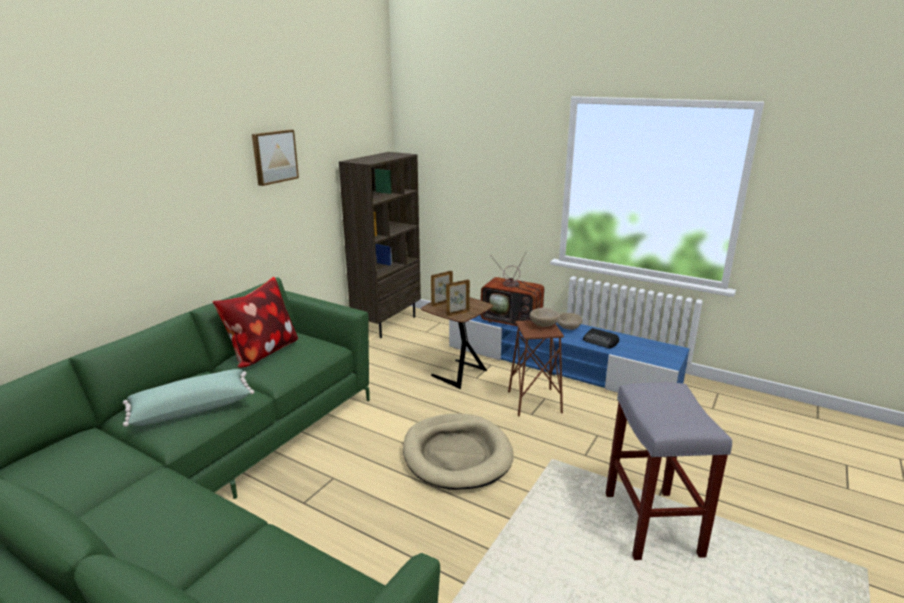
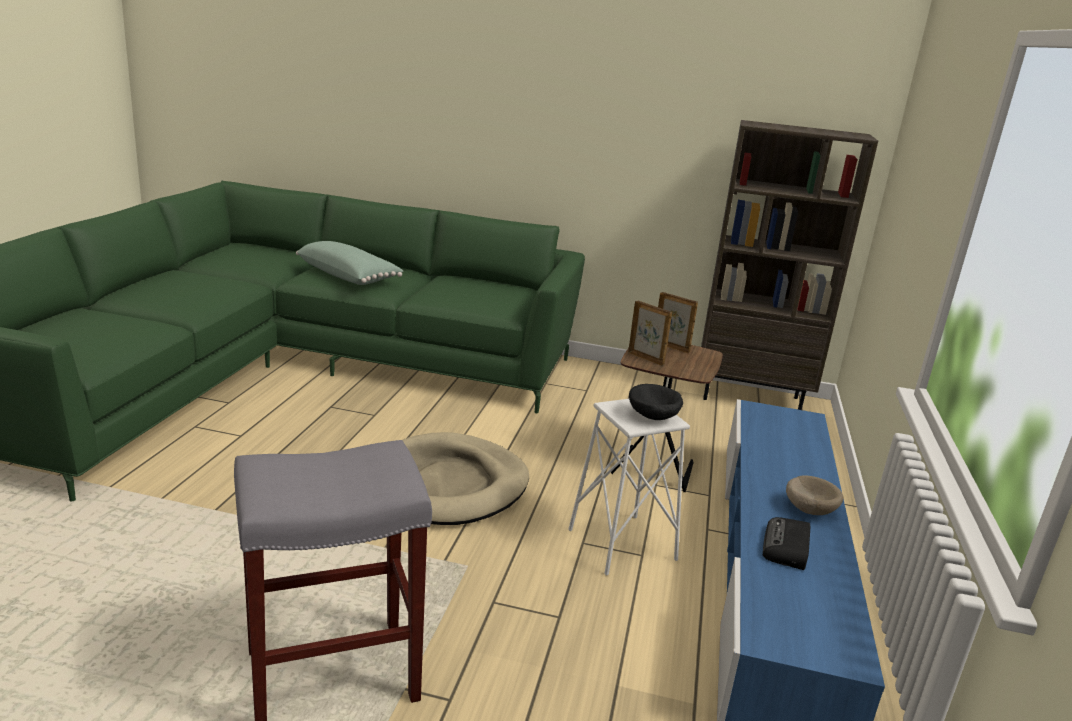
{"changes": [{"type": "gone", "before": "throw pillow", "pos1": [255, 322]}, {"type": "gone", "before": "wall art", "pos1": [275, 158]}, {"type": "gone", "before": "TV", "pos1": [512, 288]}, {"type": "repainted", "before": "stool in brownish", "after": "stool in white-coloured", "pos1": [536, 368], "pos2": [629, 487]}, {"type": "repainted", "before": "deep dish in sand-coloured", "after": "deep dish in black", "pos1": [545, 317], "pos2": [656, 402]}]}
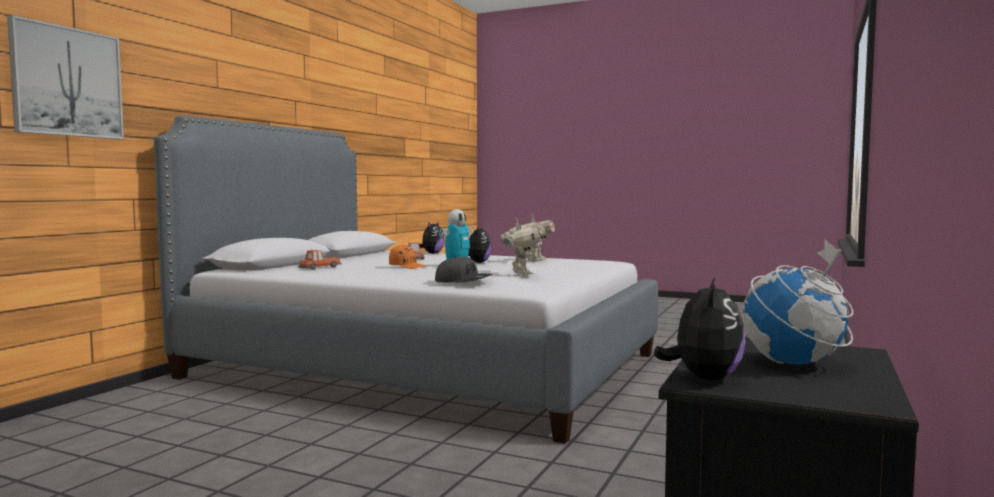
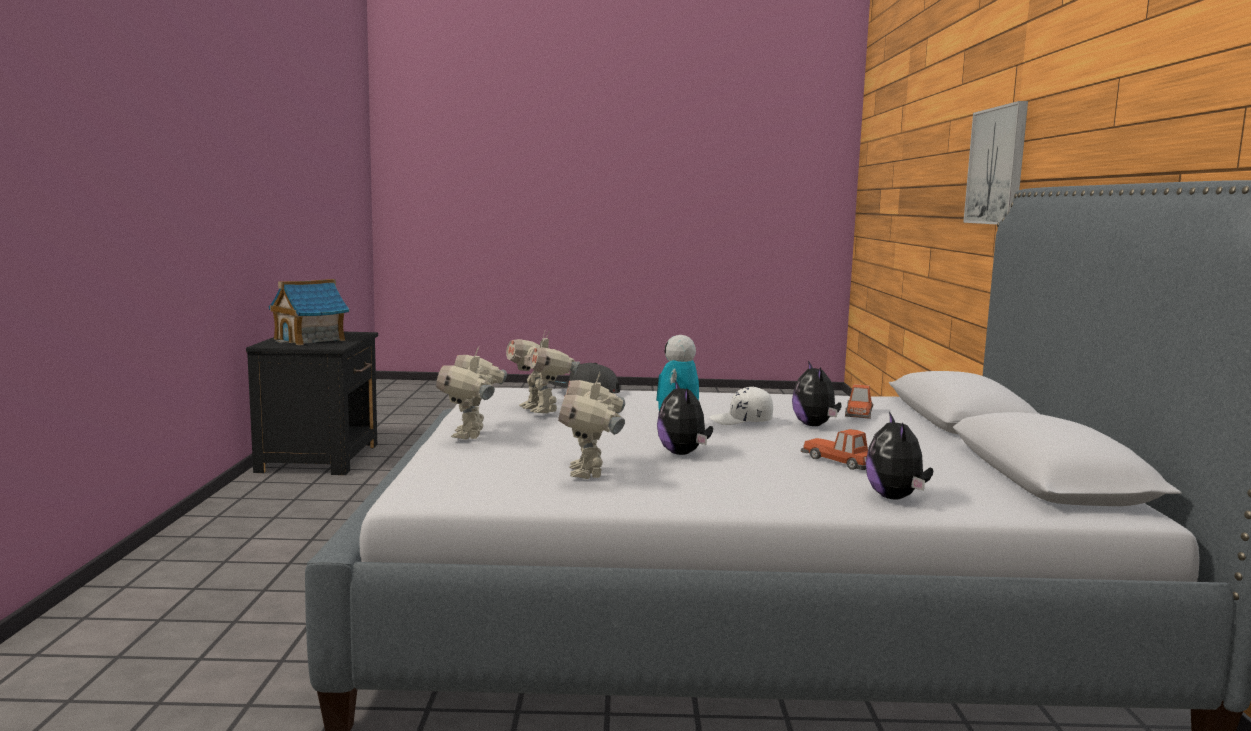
{"changes": [{"type": "repainted", "before": "cap in orangey", "after": "cap in white-coloured", "pos1": [407, 257], "pos2": [741, 406]}, {"type": "shifted", "before": "plush toy", "pos1": [700, 328], "pos2": [817, 393]}, {"type": "swapped", "before": "world globe", "after": "toy house", "pos1": [798, 302], "pos2": [309, 312]}, {"type": "new", "after": "model robot", "pos2": [471, 393]}]}
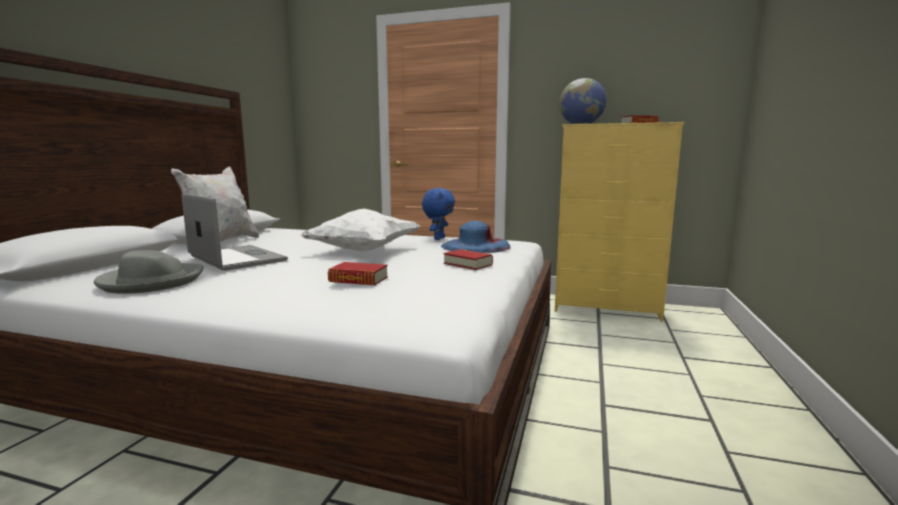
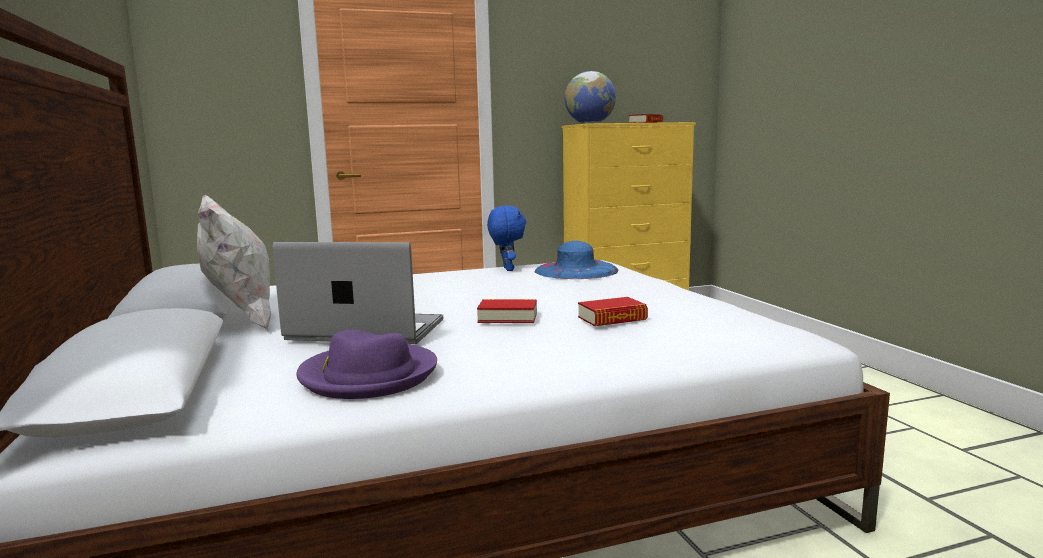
{"changes": [{"type": "repainted", "before": "hat in grey", "after": "hat in purplish", "pos1": [149, 272], "pos2": [367, 364]}, {"type": "gone", "before": "throw pillow in white-coloured", "pos1": [360, 230]}, {"type": "shifted", "before": "book", "pos1": [468, 259], "pos2": [507, 311]}]}
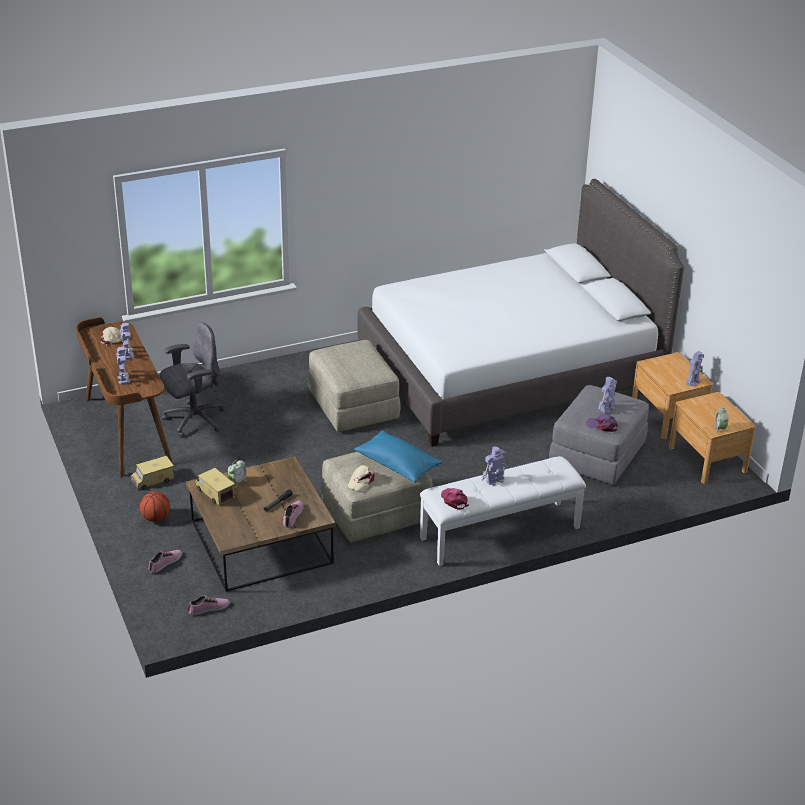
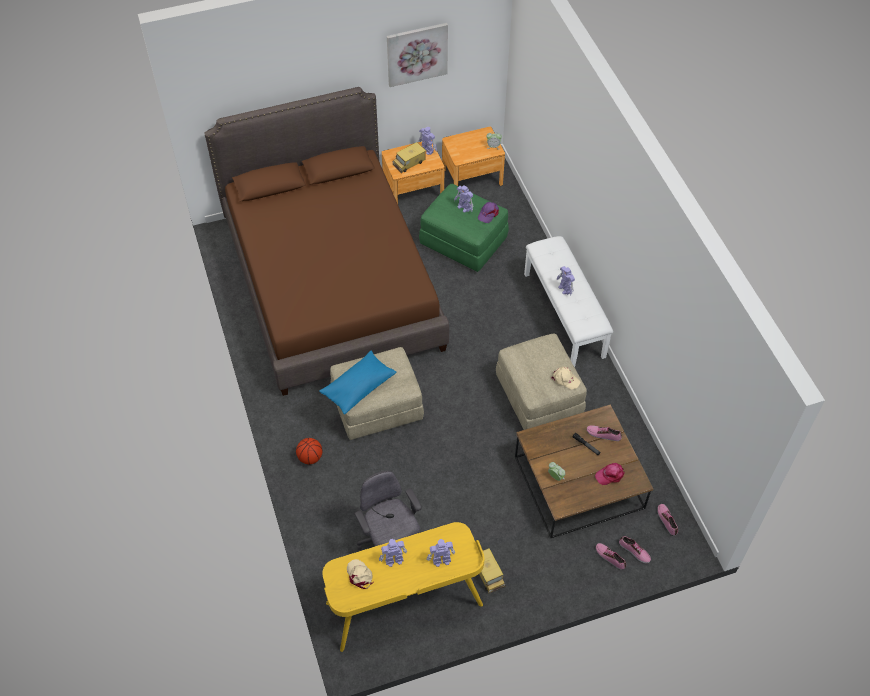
{"changes": [{"type": "repainted", "before": "desk unit in brownish", "after": "desk unit in yellow", "pos1": [124, 397], "pos2": [403, 587]}, {"type": "shifted", "before": "ball for basketball", "pos1": [155, 507], "pos2": [309, 451]}, {"type": "shifted", "before": "model truck", "pos1": [215, 486], "pos2": [409, 157]}, {"type": "shifted", "before": "throw pillow in blue", "pos1": [398, 456], "pos2": [358, 383]}, {"type": "repainted", "before": "bed in white-coloured", "after": "bed in brownish", "pos1": [520, 313], "pos2": [326, 241]}, {"type": "shifted", "before": "cap in pink", "pos1": [455, 499], "pos2": [610, 474]}, {"type": "repainted", "before": "footrest in grey", "after": "footrest in green", "pos1": [599, 435], "pos2": [464, 228]}, {"type": "new", "after": "wall art", "pos2": [417, 55]}, {"type": "new", "after": "low shoe", "pos2": [635, 549]}]}
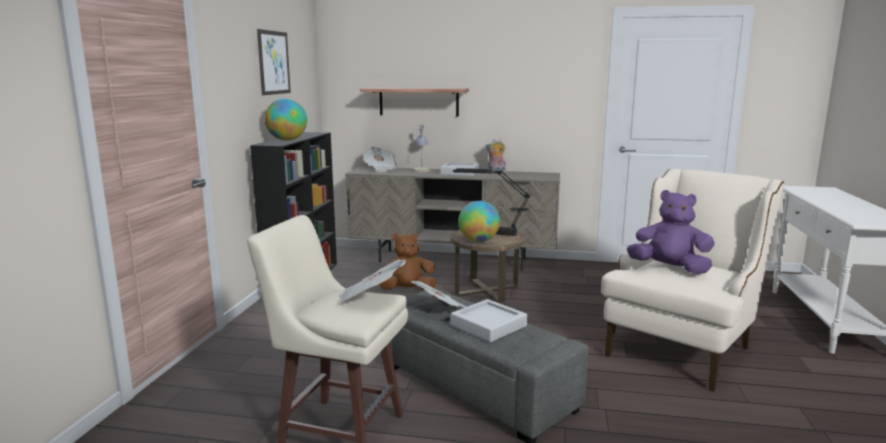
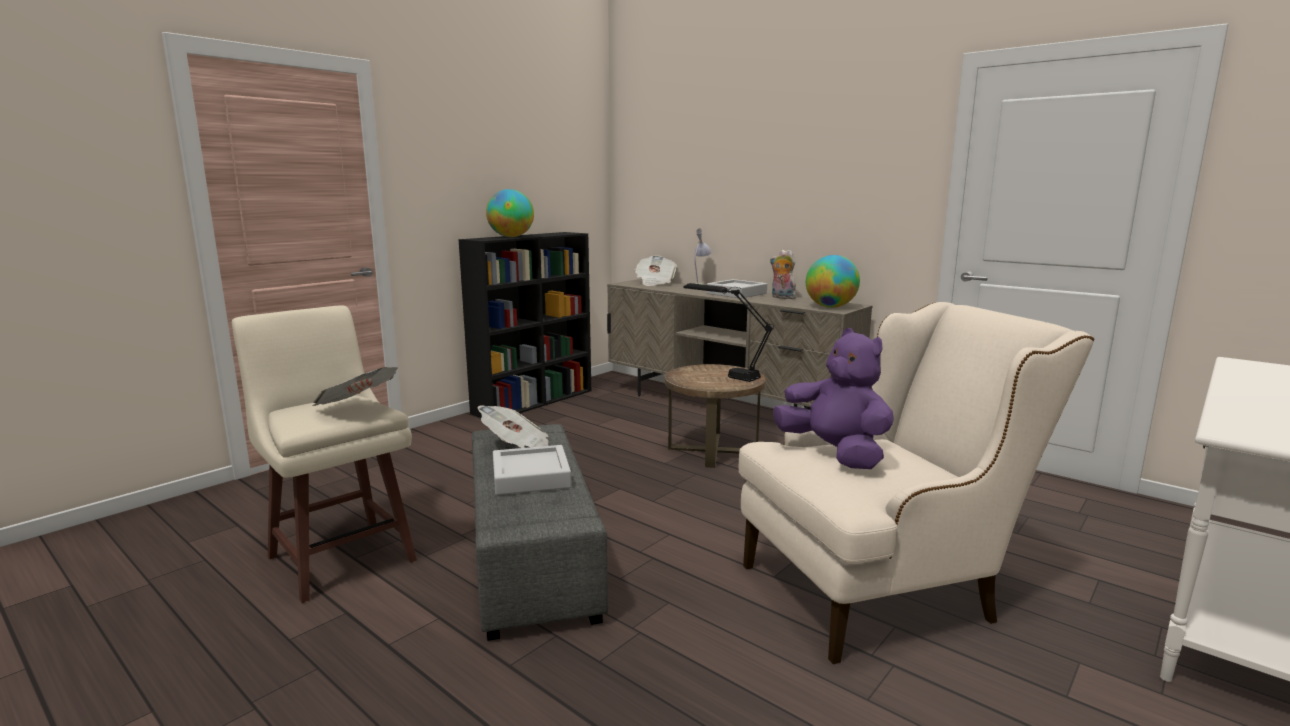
{"changes": [{"type": "gone", "before": "wall art", "pos1": [274, 62]}, {"type": "gone", "before": "shelf", "pos1": [414, 102]}, {"type": "gone", "before": "plush toy in brownish", "pos1": [407, 261]}, {"type": "shifted", "before": "world globe", "pos1": [479, 221], "pos2": [833, 281]}]}
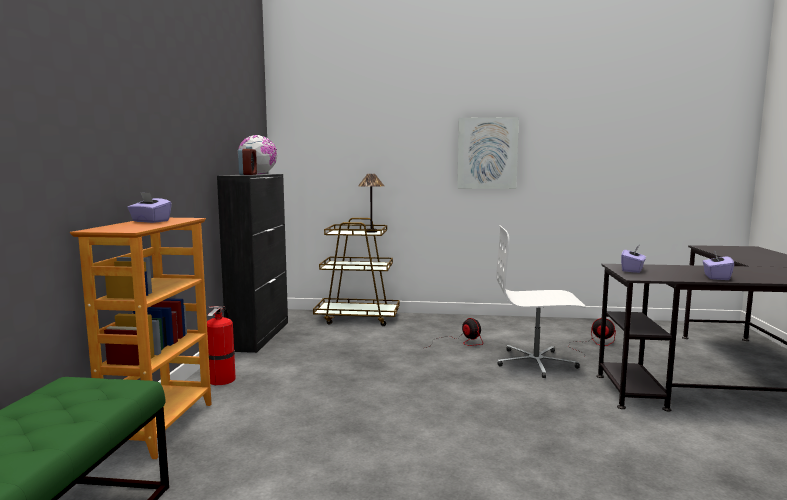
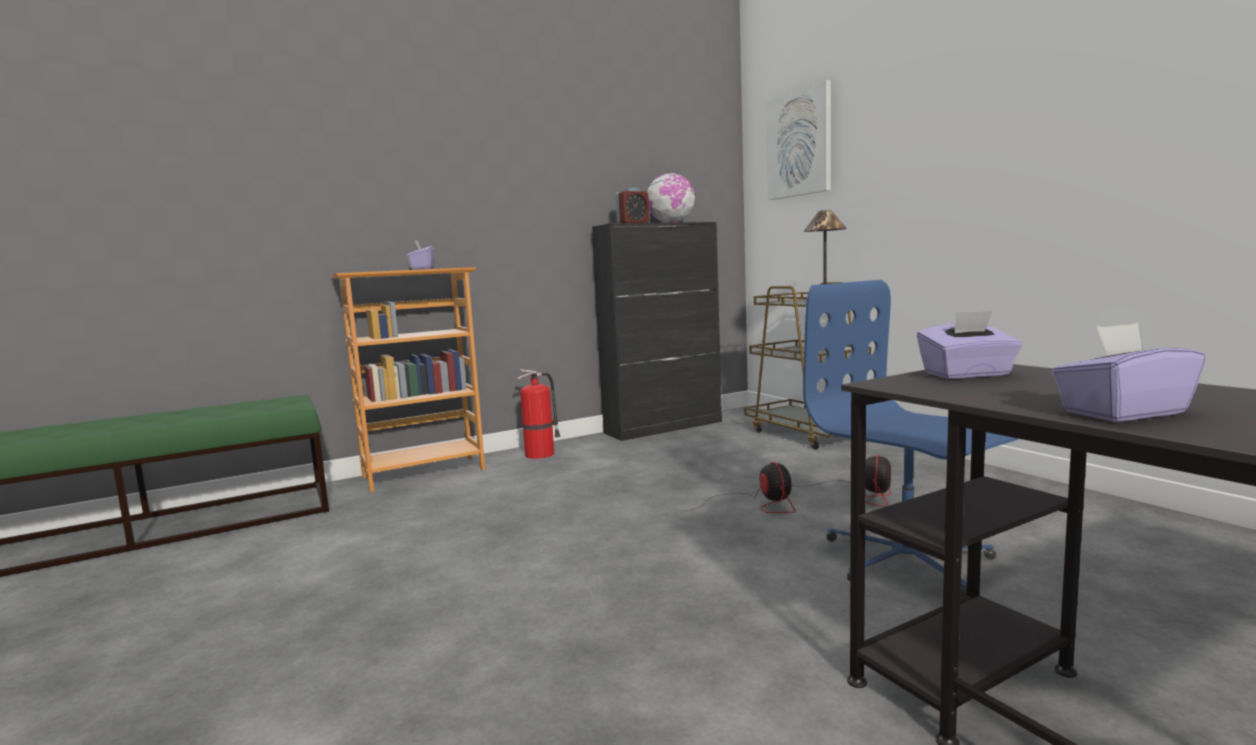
{"changes": [{"type": "shifted", "before": "wall art", "pos1": [488, 153], "pos2": [799, 140]}, {"type": "repainted", "before": "office chair in white-coloured", "after": "office chair in blue", "pos1": [541, 301], "pos2": [910, 438]}, {"type": "shifted", "before": "cooling fan", "pos1": [592, 338], "pos2": [739, 487]}]}
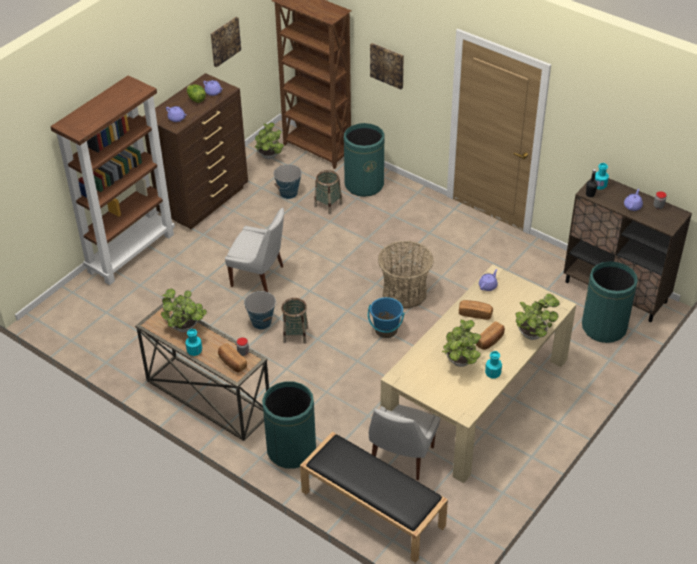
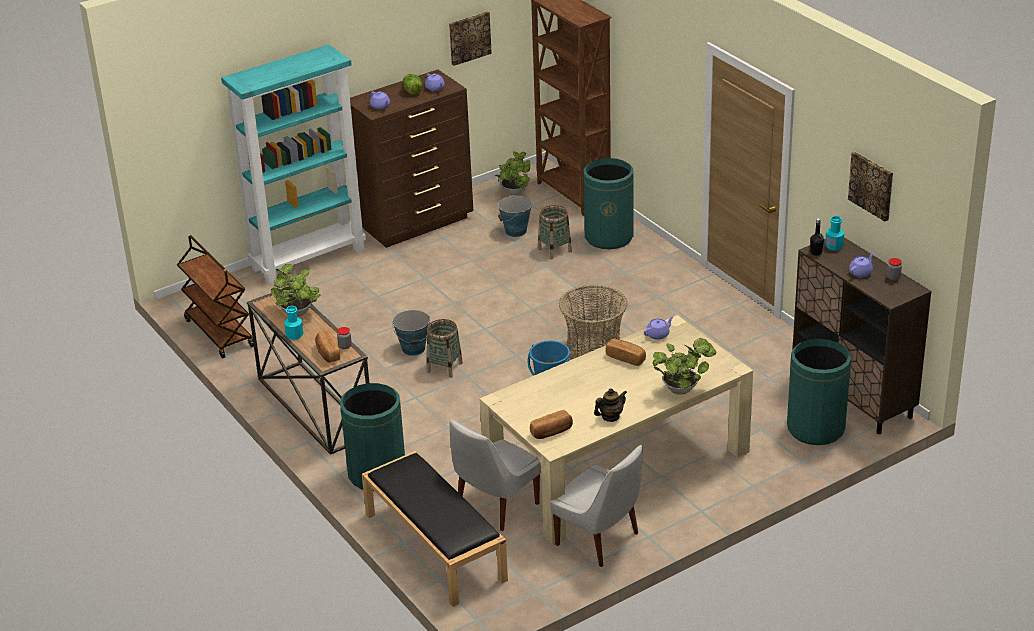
{"changes": [{"type": "repainted", "before": "bookshelf in brownish", "after": "bookshelf in blue-green", "pos1": [112, 180], "pos2": [293, 164]}, {"type": "shifted", "before": "upright chair in white-coloured", "pos1": [254, 250], "pos2": [596, 506]}, {"type": "shifted", "before": "wall art", "pos1": [387, 66], "pos2": [870, 186]}, {"type": "gone", "before": "plant in a pot", "pos1": [461, 343]}, {"type": "shifted", "before": "bread", "pos1": [490, 335], "pos2": [551, 424]}, {"type": "swapped", "before": "bottle in blue-green", "after": "pot for tea", "pos1": [493, 365], "pos2": [610, 405]}, {"type": "new", "after": "cart in brownish", "pos2": [215, 296]}]}
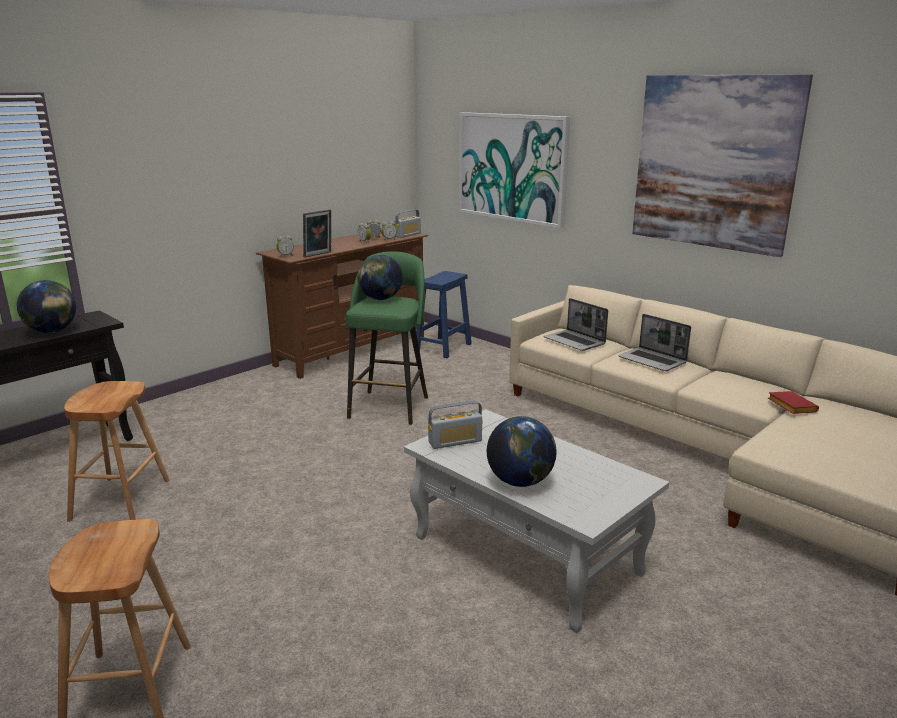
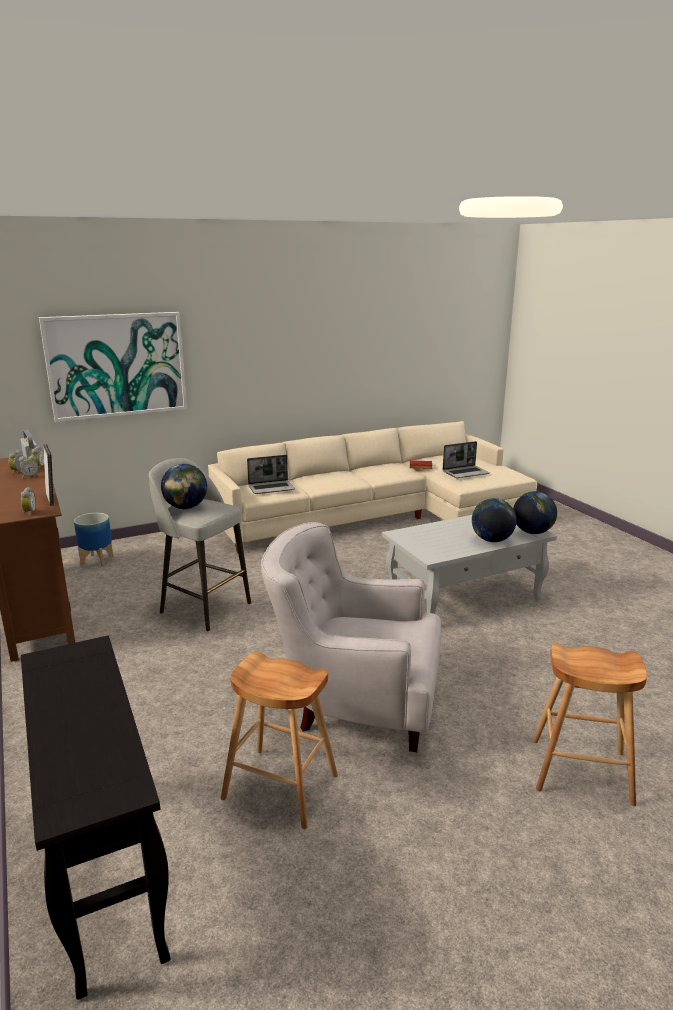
{"changes": [{"type": "shifted", "before": "world globe", "pos1": [46, 306], "pos2": [535, 512]}, {"type": "repainted", "before": "stool in green", "after": "stool in grey", "pos1": [387, 338], "pos2": [200, 544]}, {"type": "swapped", "before": "stool in blue", "after": "plant pot", "pos1": [444, 314], "pos2": [93, 540]}, {"type": "gone", "before": "radio", "pos1": [455, 424]}, {"type": "shifted", "before": "laptop", "pos1": [655, 342], "pos2": [466, 459]}, {"type": "gone", "before": "wall art", "pos1": [722, 165]}, {"type": "new", "after": "lounge chair in white-coloured", "pos2": [351, 637]}]}
